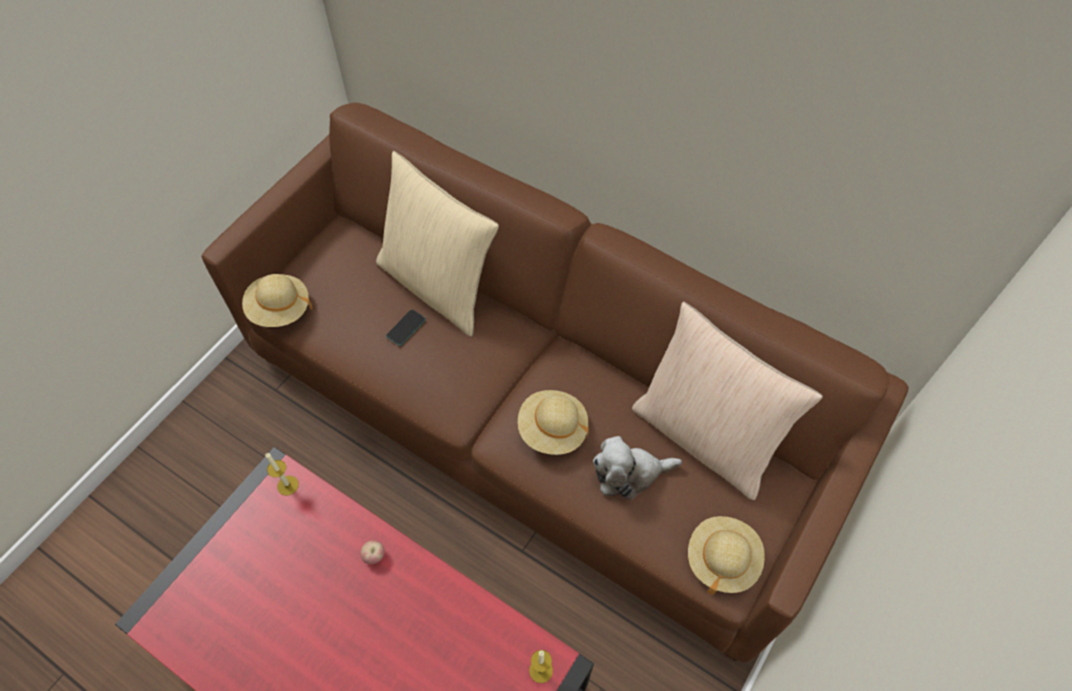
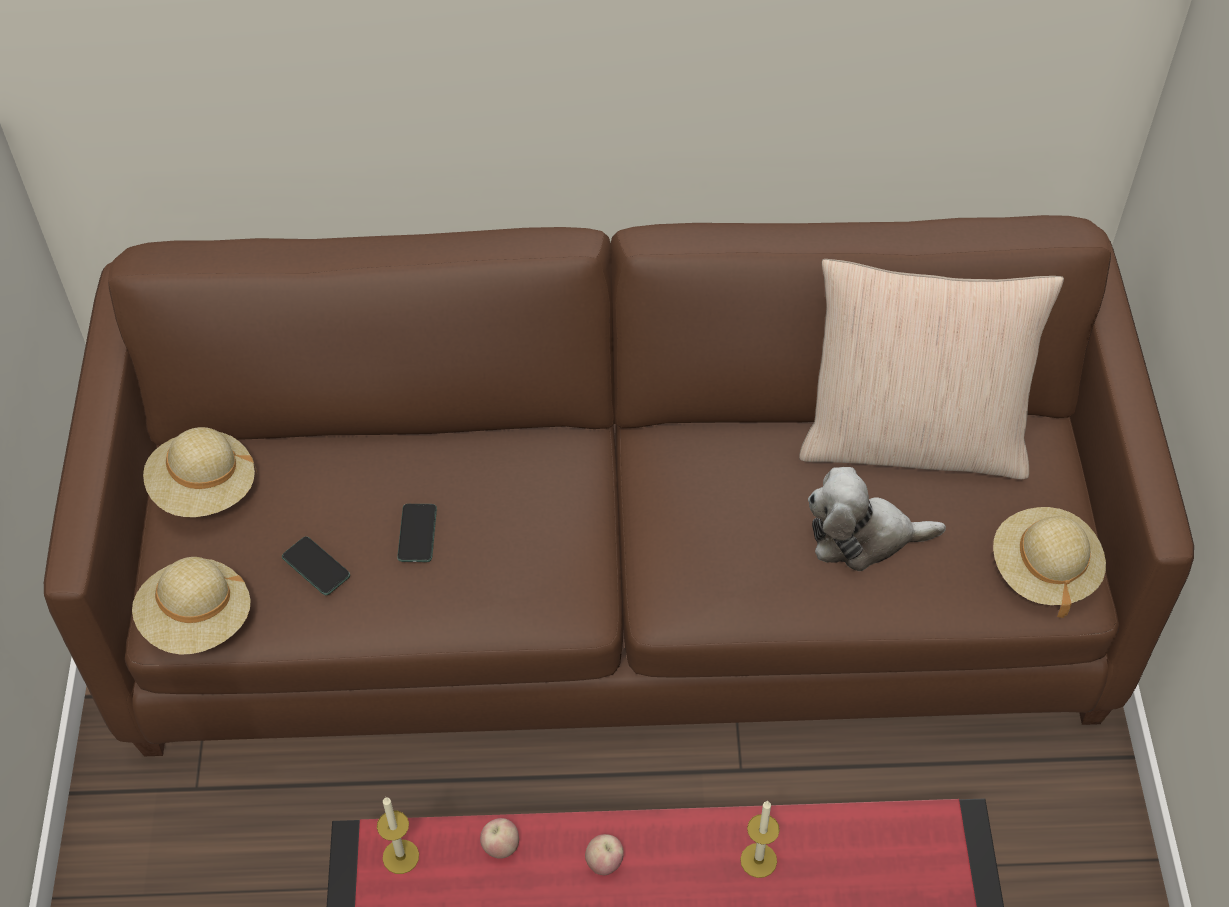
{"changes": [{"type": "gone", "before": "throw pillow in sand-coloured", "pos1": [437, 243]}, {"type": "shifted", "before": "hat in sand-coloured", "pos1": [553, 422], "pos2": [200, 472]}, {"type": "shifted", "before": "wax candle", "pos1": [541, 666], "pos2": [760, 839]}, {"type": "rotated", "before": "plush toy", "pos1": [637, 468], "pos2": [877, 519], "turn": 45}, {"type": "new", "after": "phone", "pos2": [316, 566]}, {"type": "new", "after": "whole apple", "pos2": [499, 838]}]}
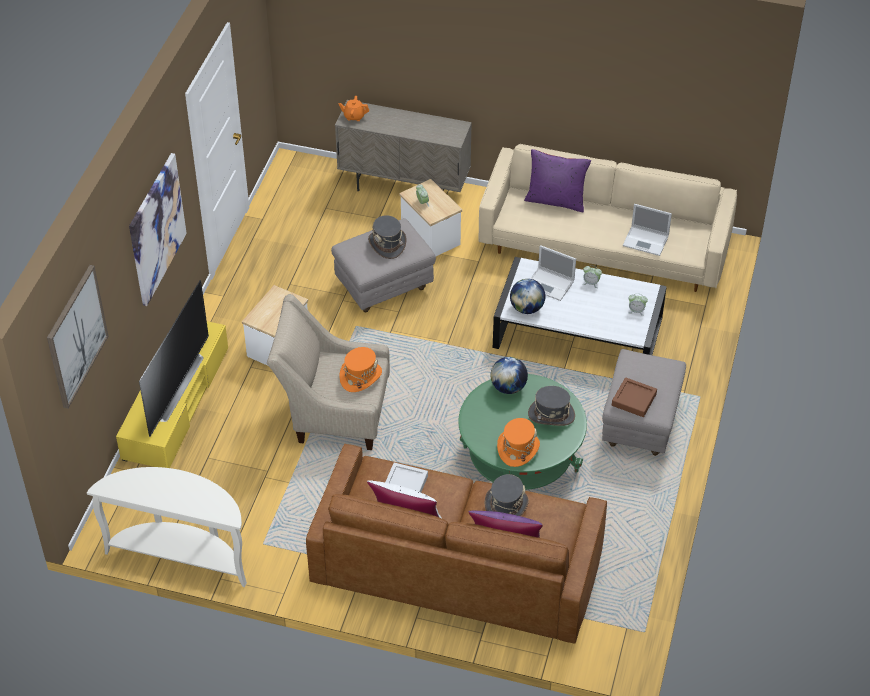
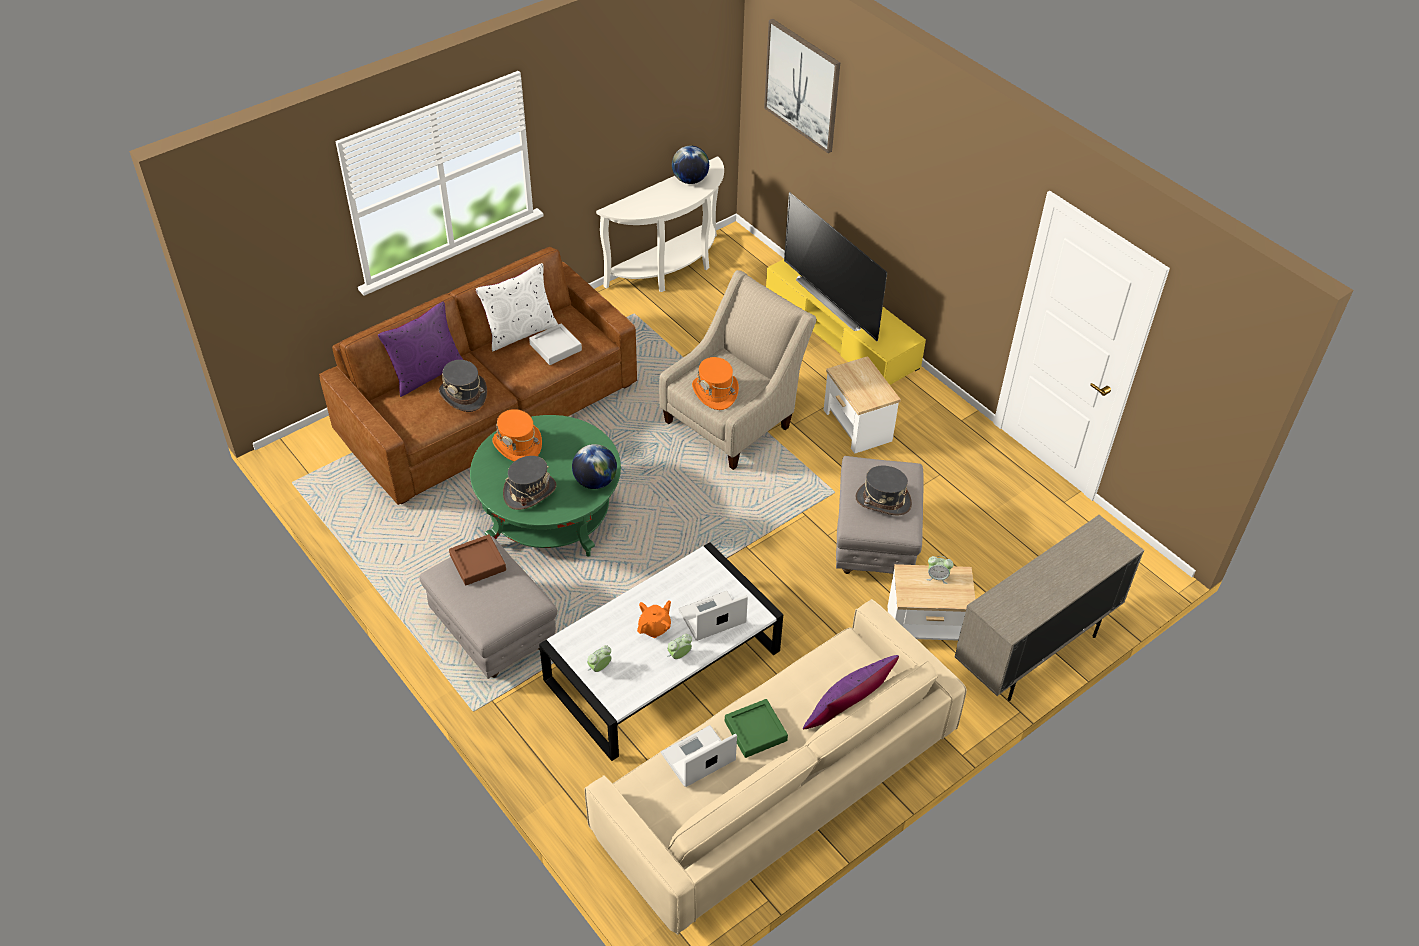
{"changes": [{"type": "gone", "before": "wall art", "pos1": [158, 229]}, {"type": "shifted", "before": "pot for tea in orangey", "pos1": [353, 108], "pos2": [654, 619]}, {"type": "shifted", "before": "world globe", "pos1": [527, 296], "pos2": [690, 165]}, {"type": "new", "after": "serving tray in green", "pos2": [756, 728]}]}
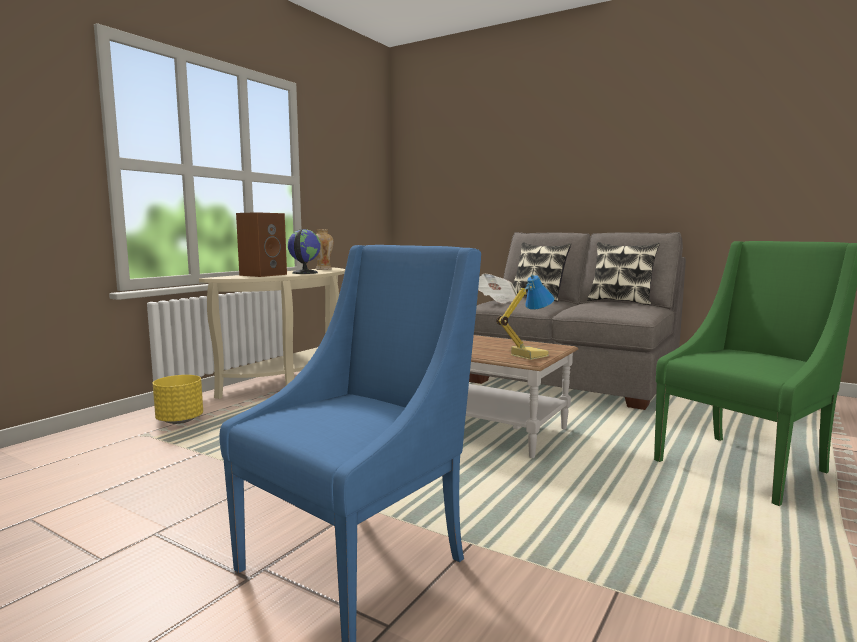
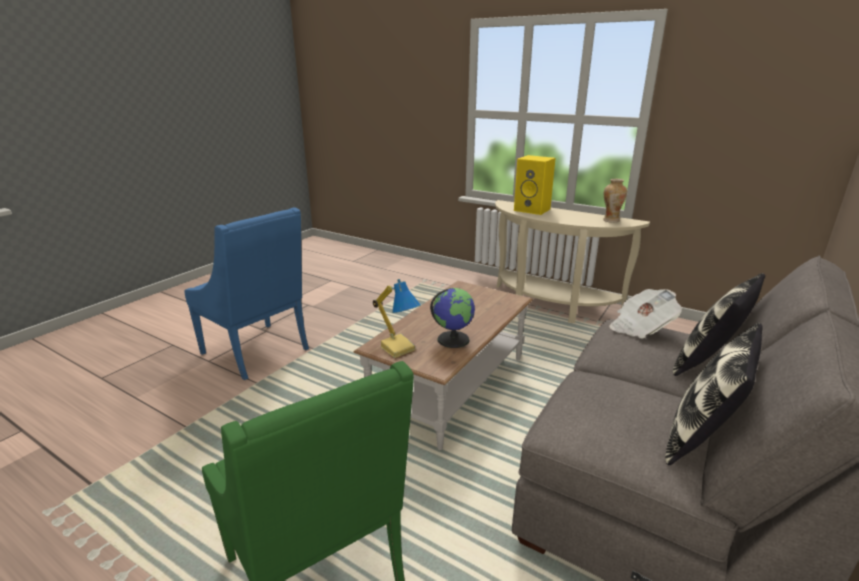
{"changes": [{"type": "gone", "before": "plant pot in yellow", "pos1": [178, 399]}, {"type": "repainted", "before": "loudspeaker in brownish", "after": "loudspeaker in yellow", "pos1": [261, 244], "pos2": [535, 185]}, {"type": "shifted", "before": "world globe", "pos1": [304, 251], "pos2": [452, 318]}]}
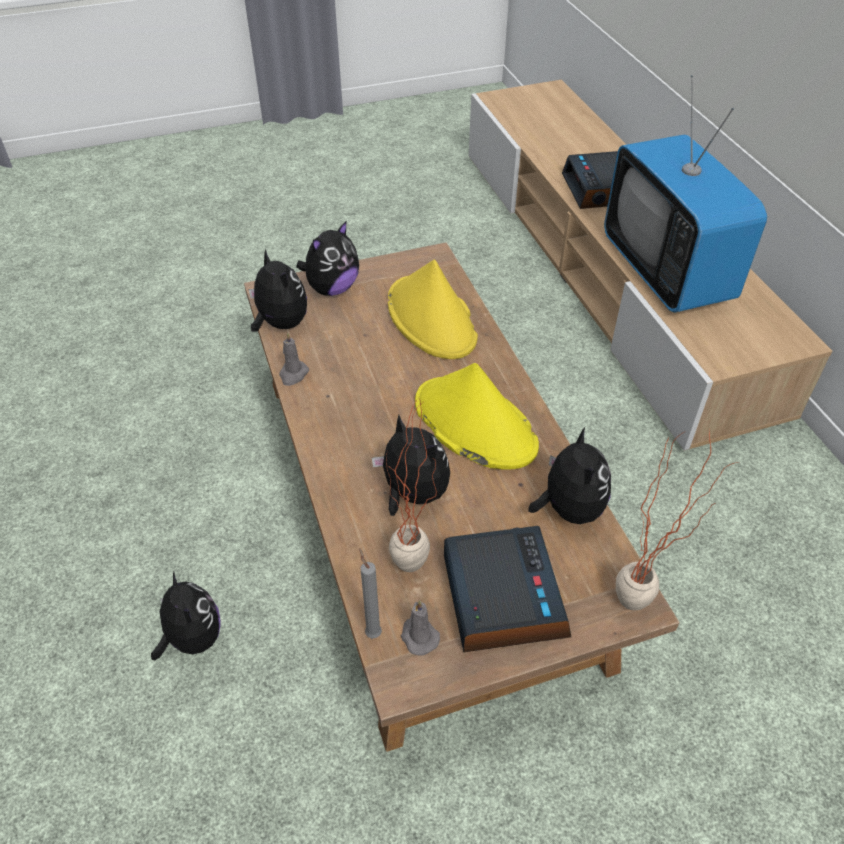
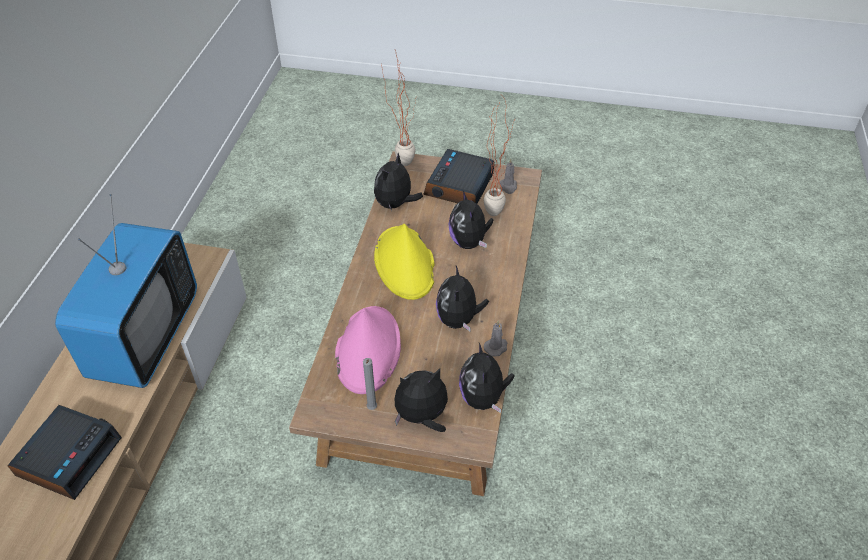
{"changes": [{"type": "shifted", "before": "plush toy", "pos1": [185, 616], "pos2": [462, 298]}, {"type": "shifted", "before": "wax candle in grey", "pos1": [370, 594], "pos2": [370, 384]}, {"type": "repainted", "before": "hat in yellow", "after": "hat in pink", "pos1": [433, 309], "pos2": [368, 350]}]}
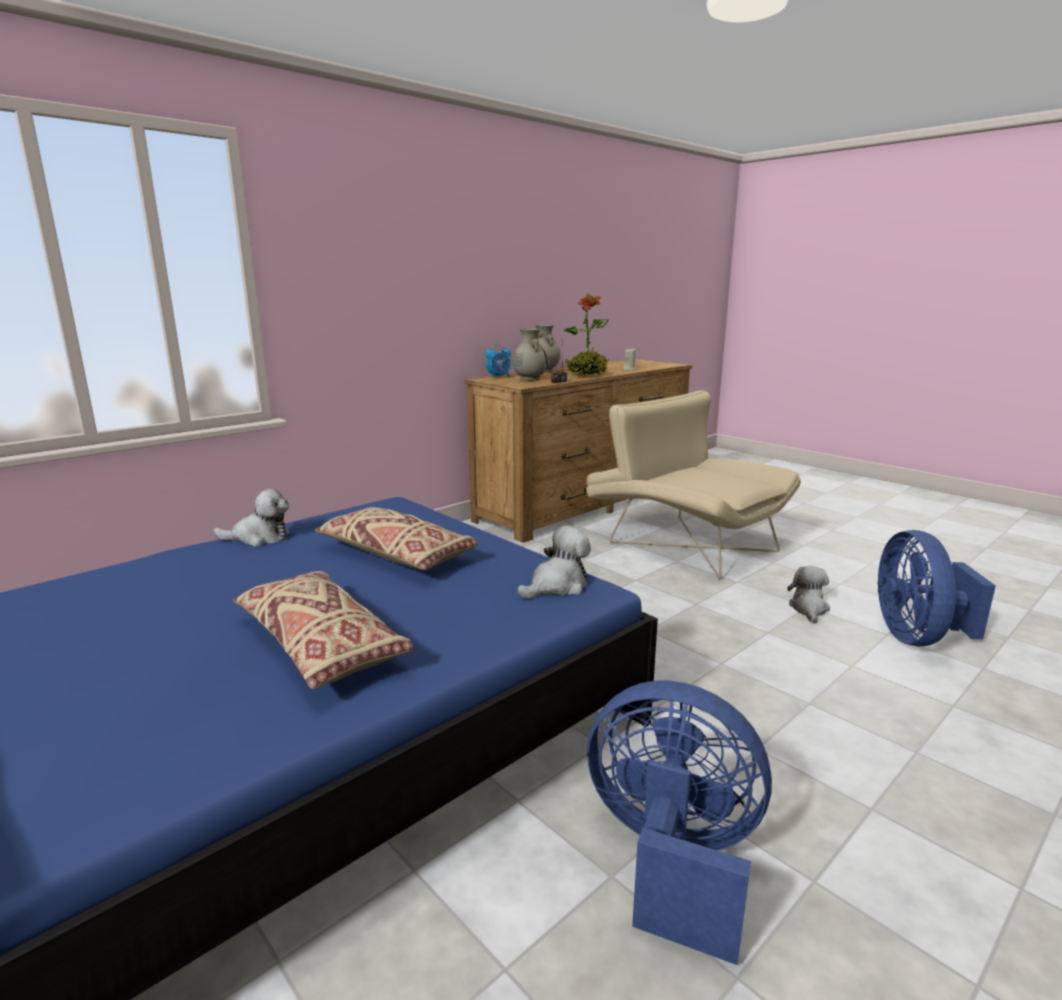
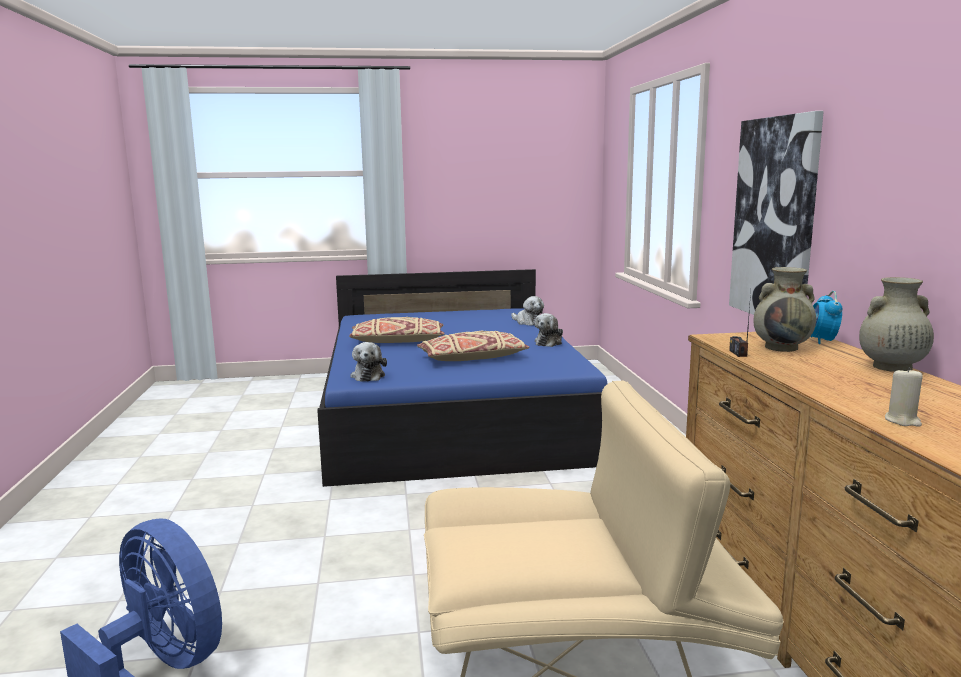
{"changes": [{"type": "gone", "before": "plant in a pot", "pos1": [586, 335]}, {"type": "gone", "before": "cooling fan in blue", "pos1": [679, 823]}, {"type": "shifted", "before": "plush toy", "pos1": [808, 595], "pos2": [527, 311]}, {"type": "new", "after": "wall art", "pos2": [776, 213]}]}
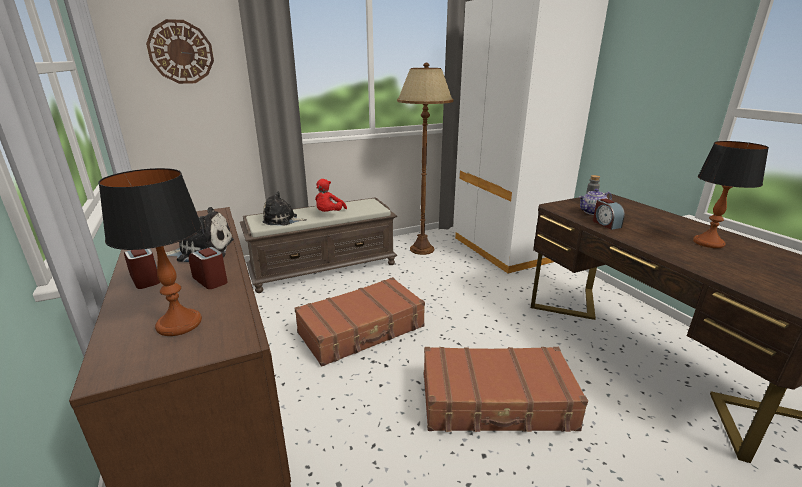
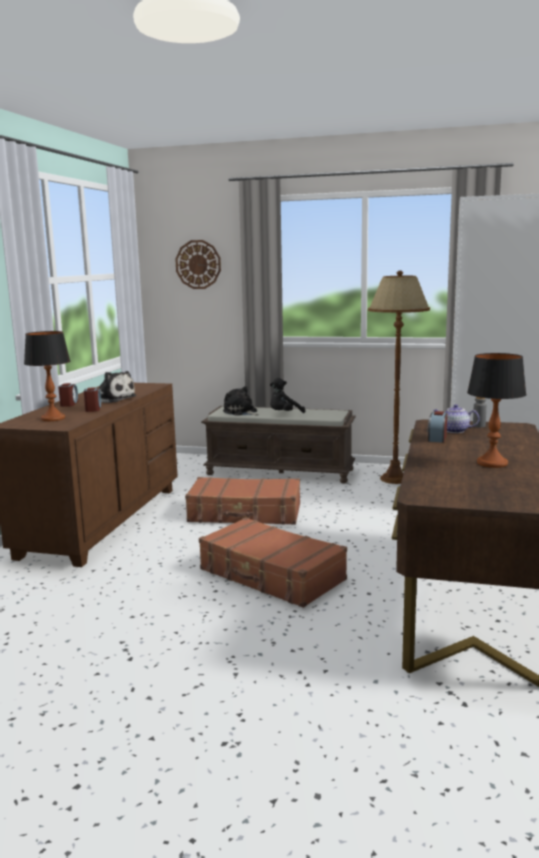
{"changes": [{"type": "repainted", "before": "plush toy in red-coloured", "after": "plush toy in black", "pos1": [331, 195], "pos2": [287, 395]}]}
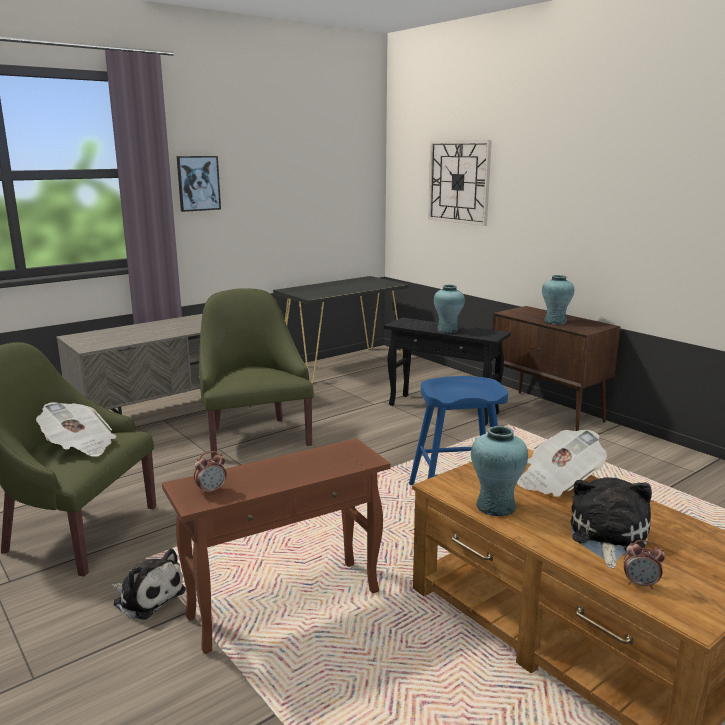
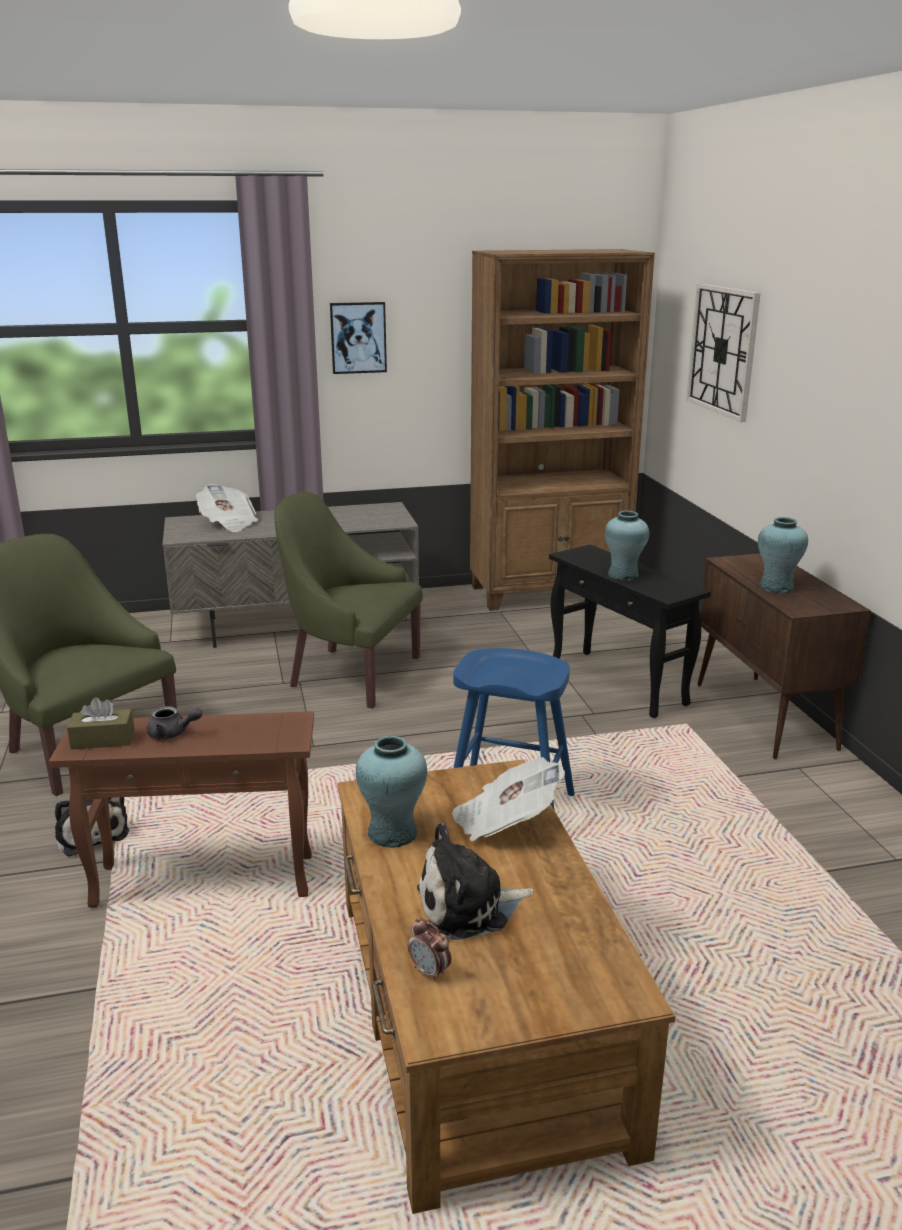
{"changes": [{"type": "shifted", "before": "printed paper", "pos1": [76, 429], "pos2": [227, 508]}, {"type": "swapped", "before": "bedside clock", "after": "box of tissues in brownish", "pos1": [210, 473], "pos2": [101, 723]}, {"type": "rotated", "before": "lounge chair in green", "pos1": [256, 374], "pos2": [348, 600], "turn": -75}, {"type": "swapped", "before": "console table in black", "after": "bookshelf in brownish", "pos1": [341, 330], "pos2": [562, 430]}, {"type": "rotated", "before": "plush toy", "pos1": [611, 523], "pos2": [475, 881], "turn": -150}, {"type": "new", "after": "pot for tea in grey", "pos2": [174, 722]}]}
